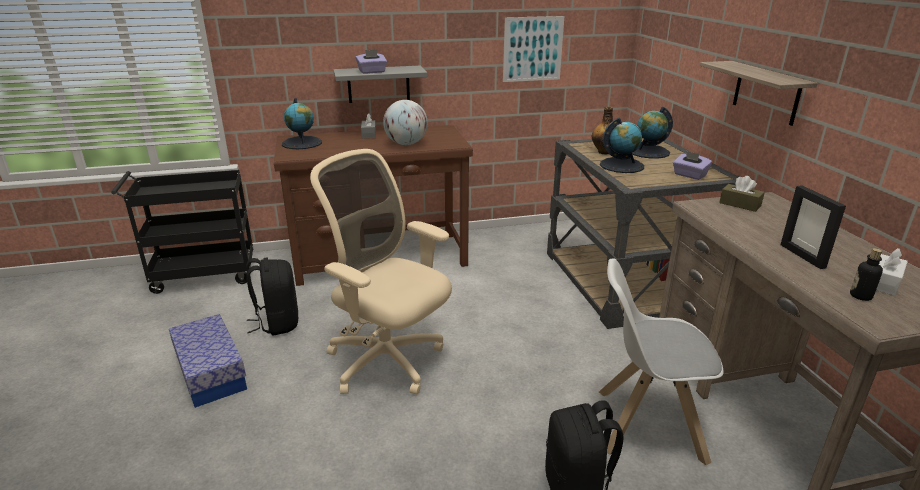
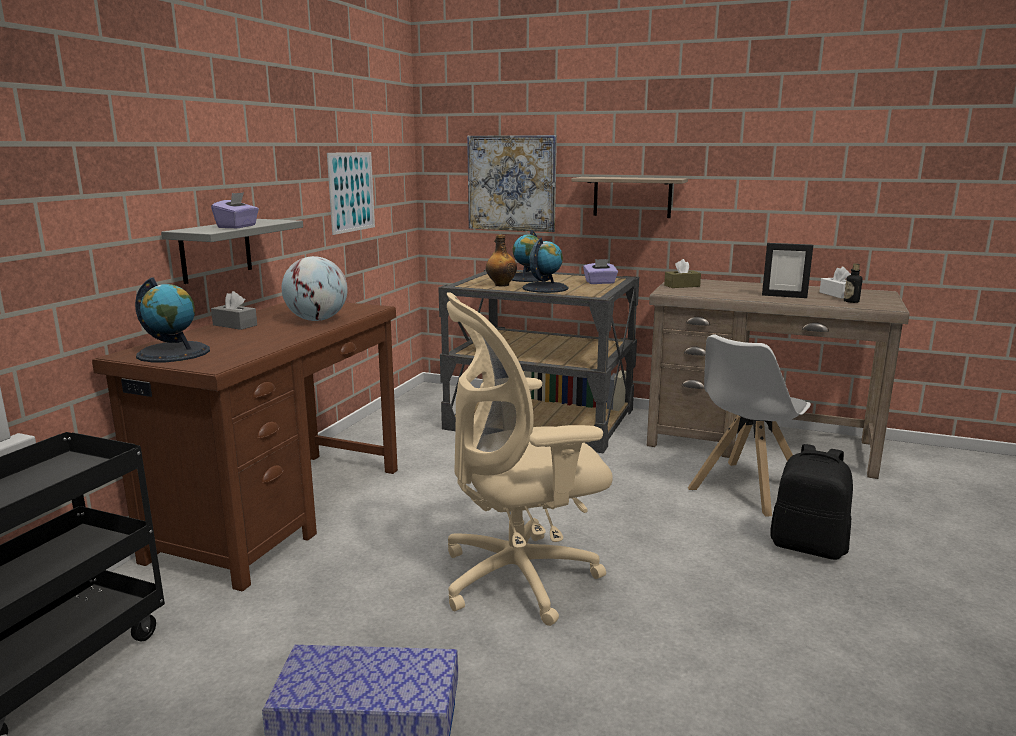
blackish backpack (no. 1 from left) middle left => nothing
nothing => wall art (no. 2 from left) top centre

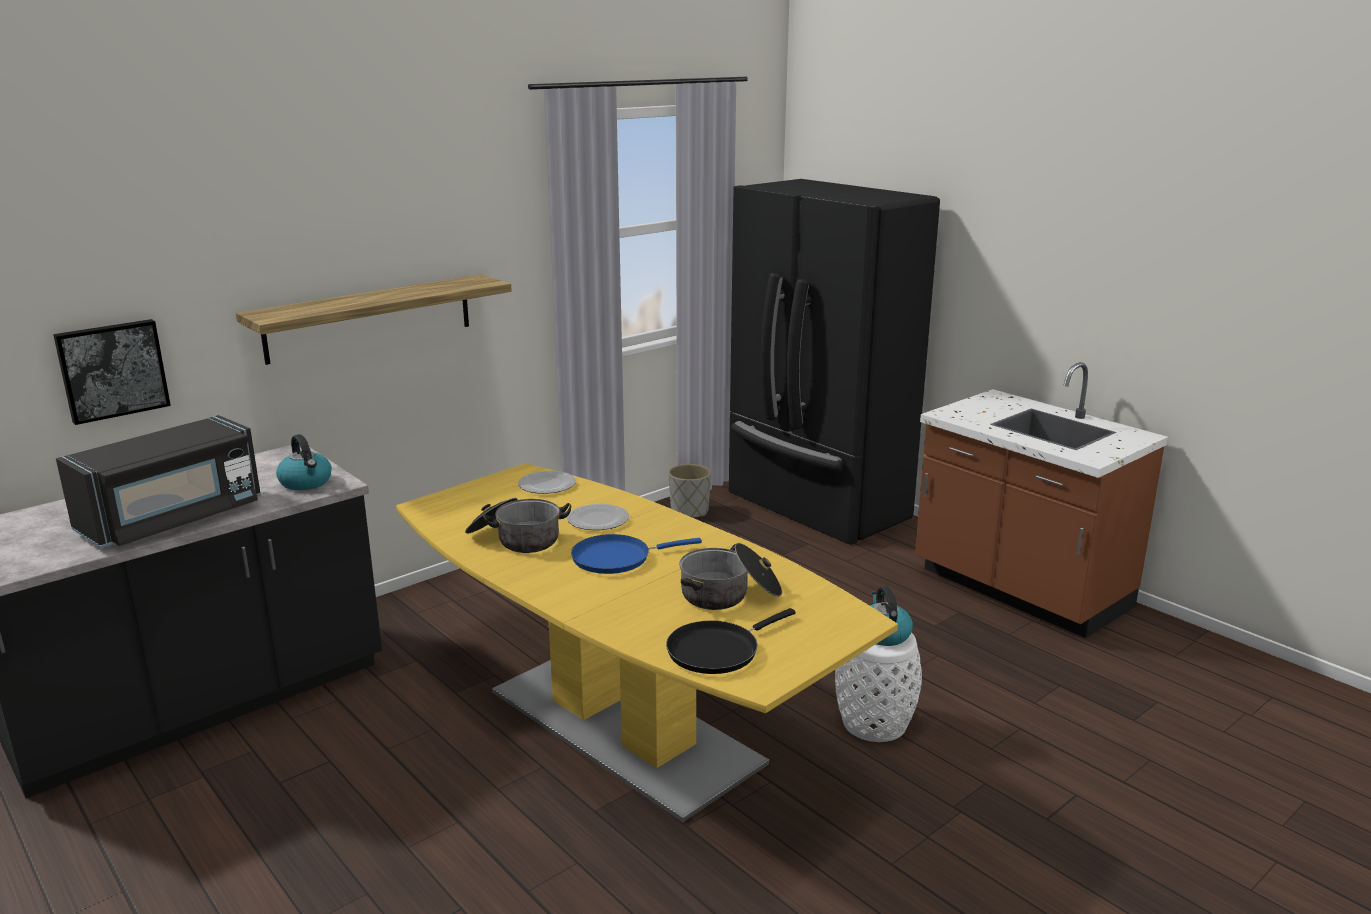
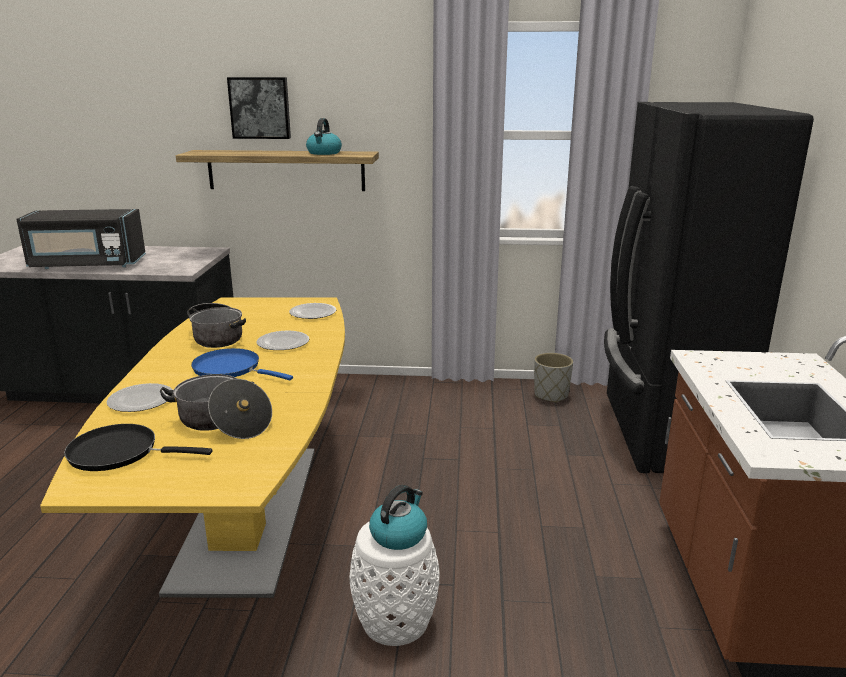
wall art middle left => wall art top left, shifted
tea kettle (no. 1 from left) middle left => tea kettle (no. 1 from left) top centre, shifted
nothing => plate (no. 1 from left) middle left

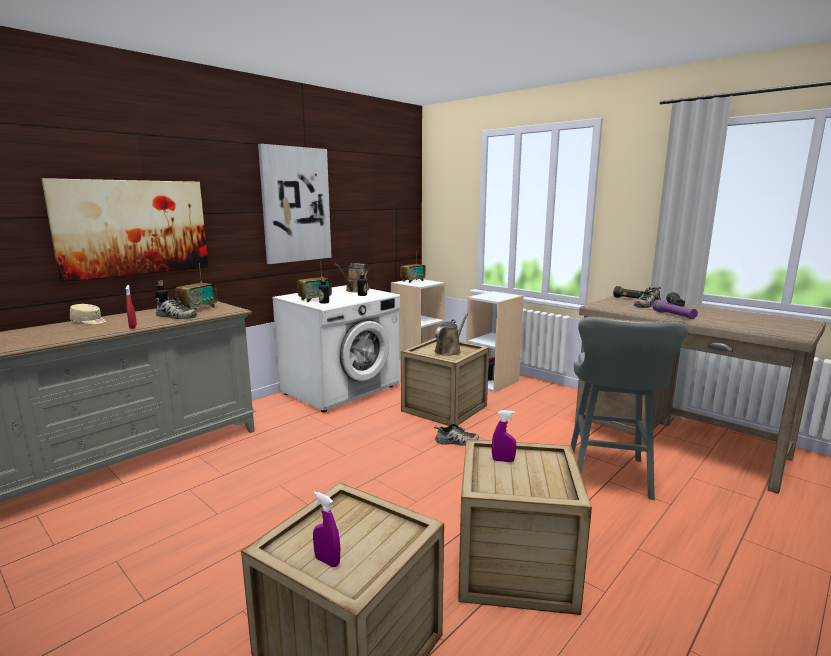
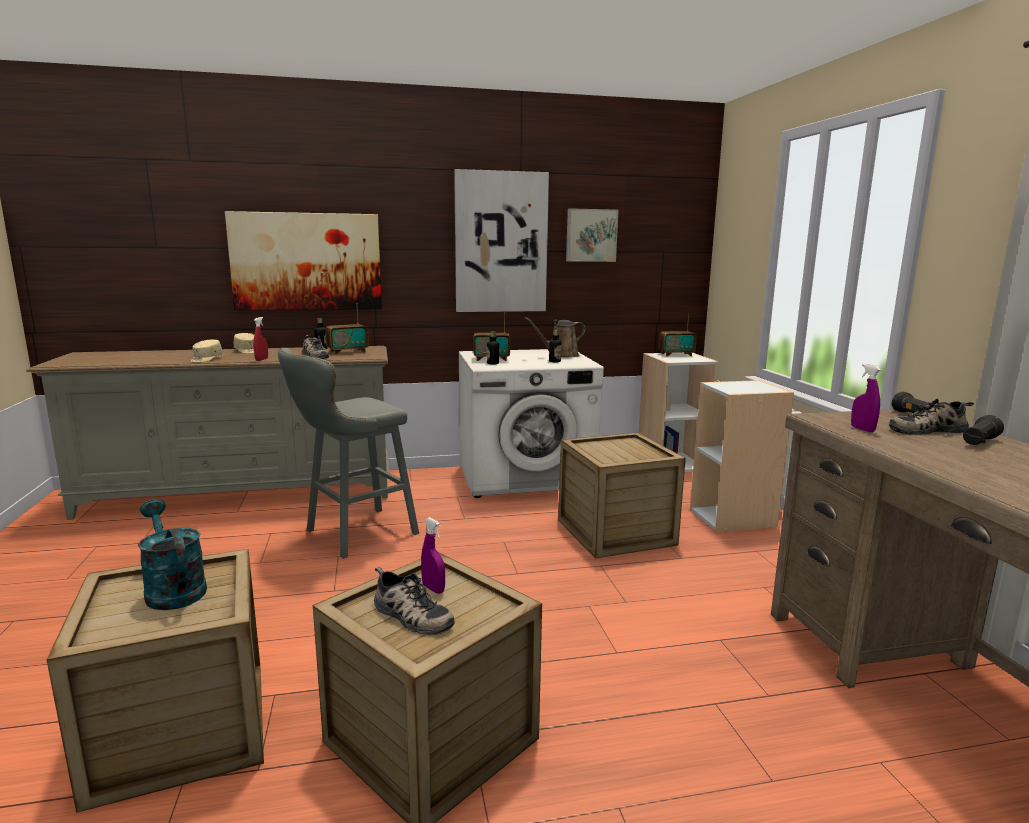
purple sprayer (no. 1 from left in the first image) bottom centre => purple sprayer (no. 2 from left) middle right, shifted
brown-coloured watering pot (no. 2 from left) centre => nothing
low shoe (no. 2 from left) centre => low shoe (no. 2 from left) bottom centre, shifted
gray stool middle right => gray stool centre, shifted
purple torch middle right => nothing
nothing => blue-green watering pot bottom left
nothing => sand-coloured cap (no. 1 from left) middle left
nothing => wall art (no. 3 from left) top centre

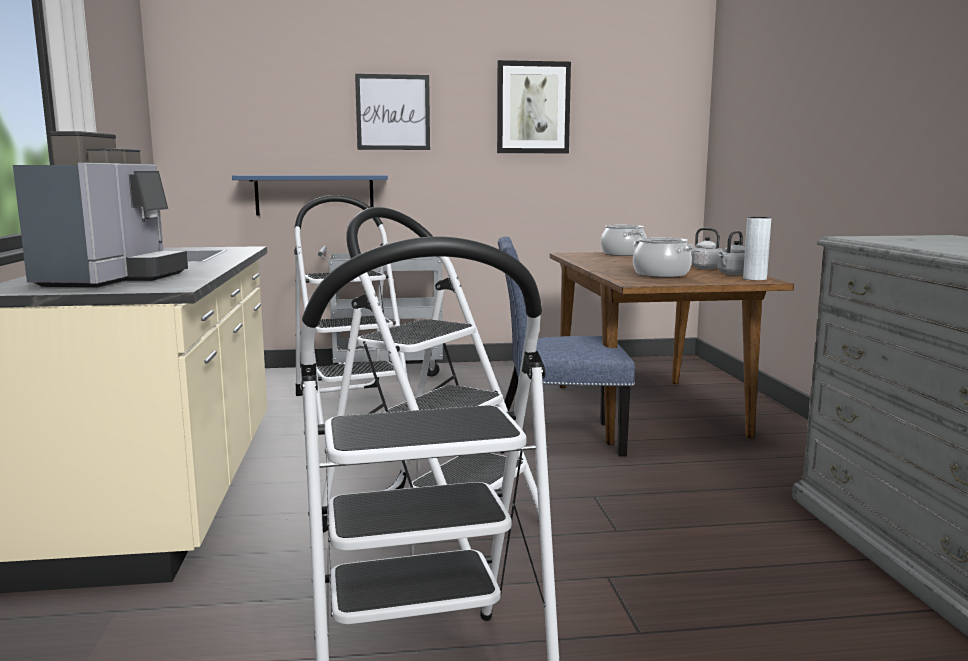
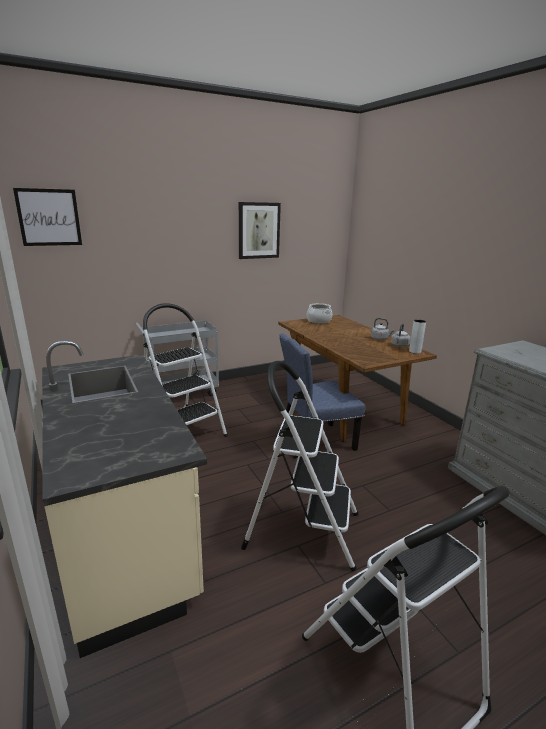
coffee maker top left => nothing
blue-coloured wall shelf top left => nothing
wall art (no. 1 from left) top centre => wall art (no. 1 from left) top left, shifted
cooking pot (no. 2 from left) middle right => nothing

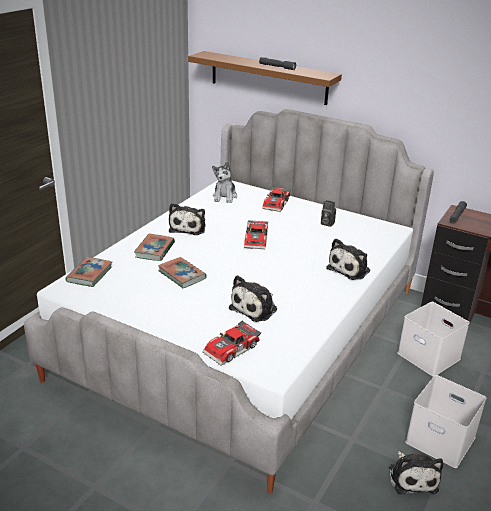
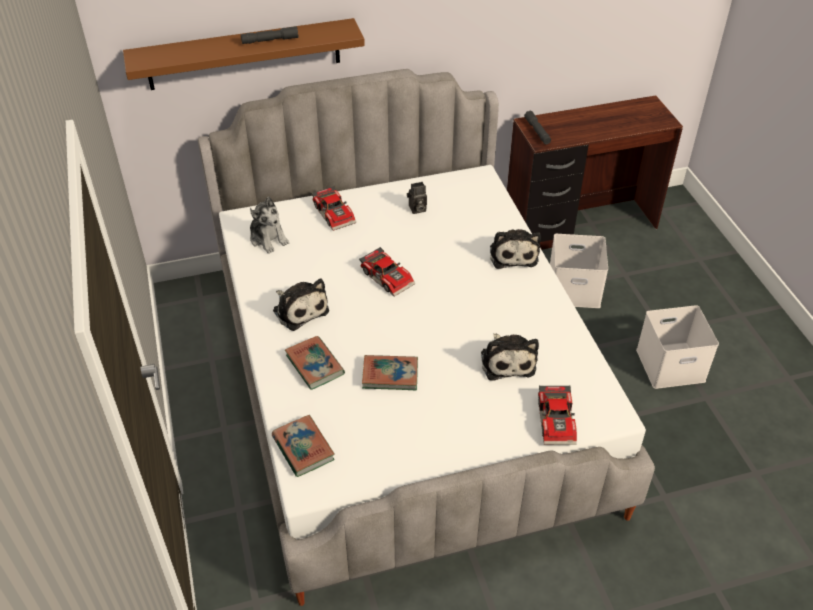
plush toy (no. 5 from left) bottom right => nothing

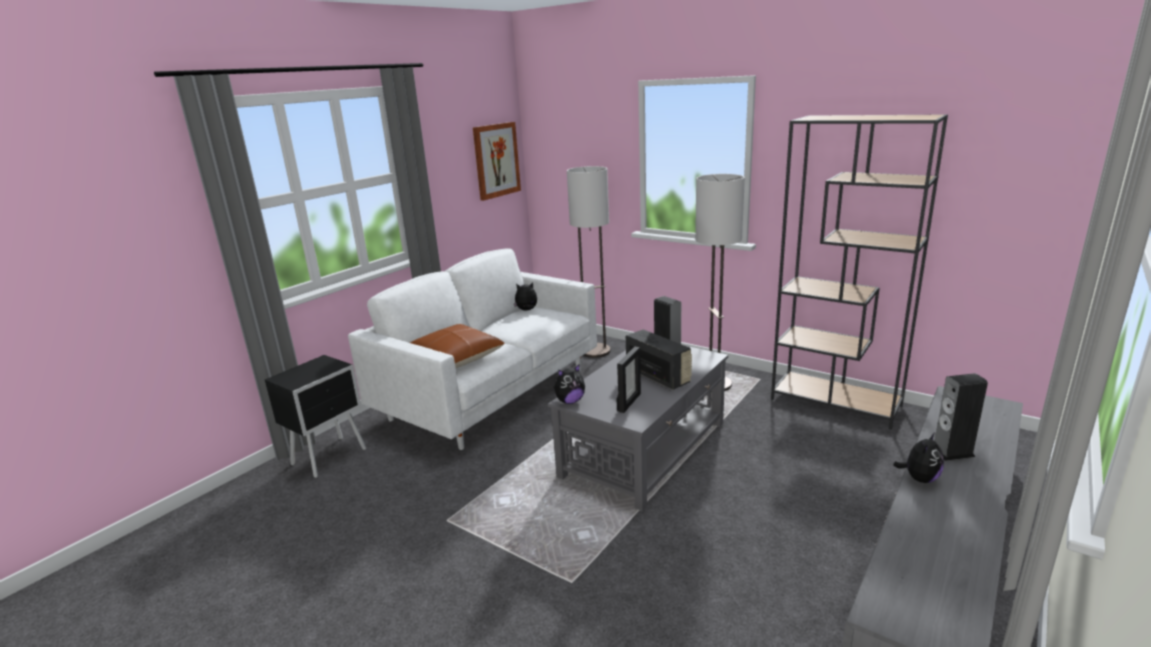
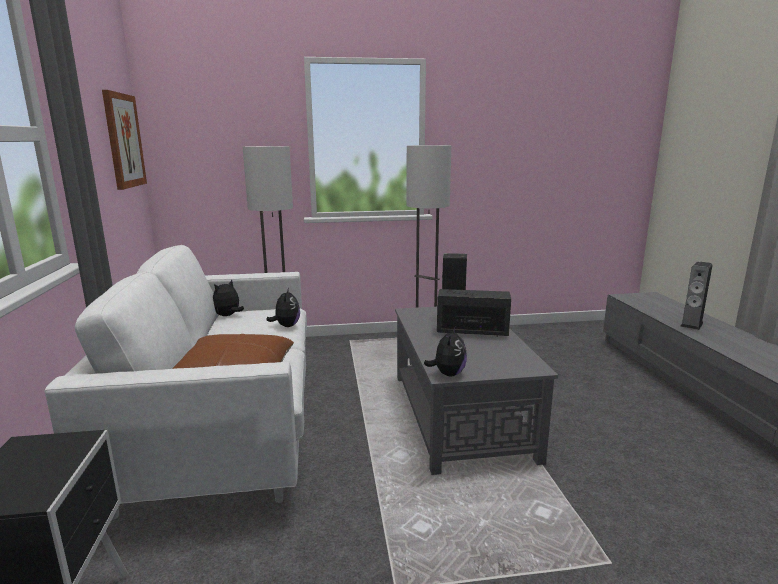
standing frame centre => nothing
shelving unit middle right => nothing
plush toy (no. 3 from left in the first image) bottom right => plush toy (no. 2 from left) centre, shifted

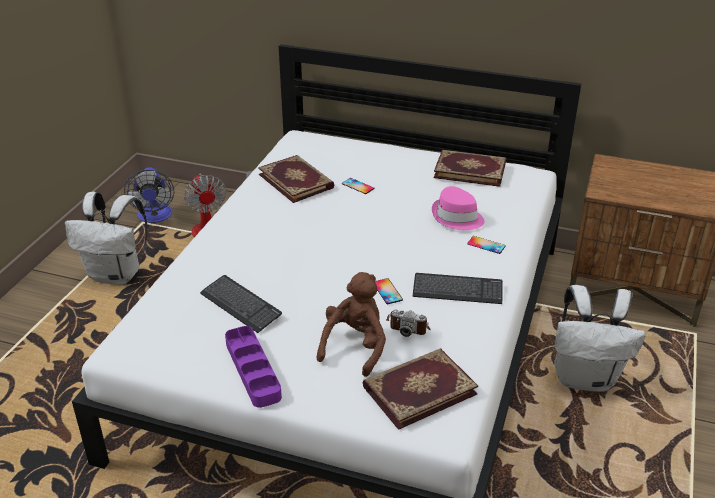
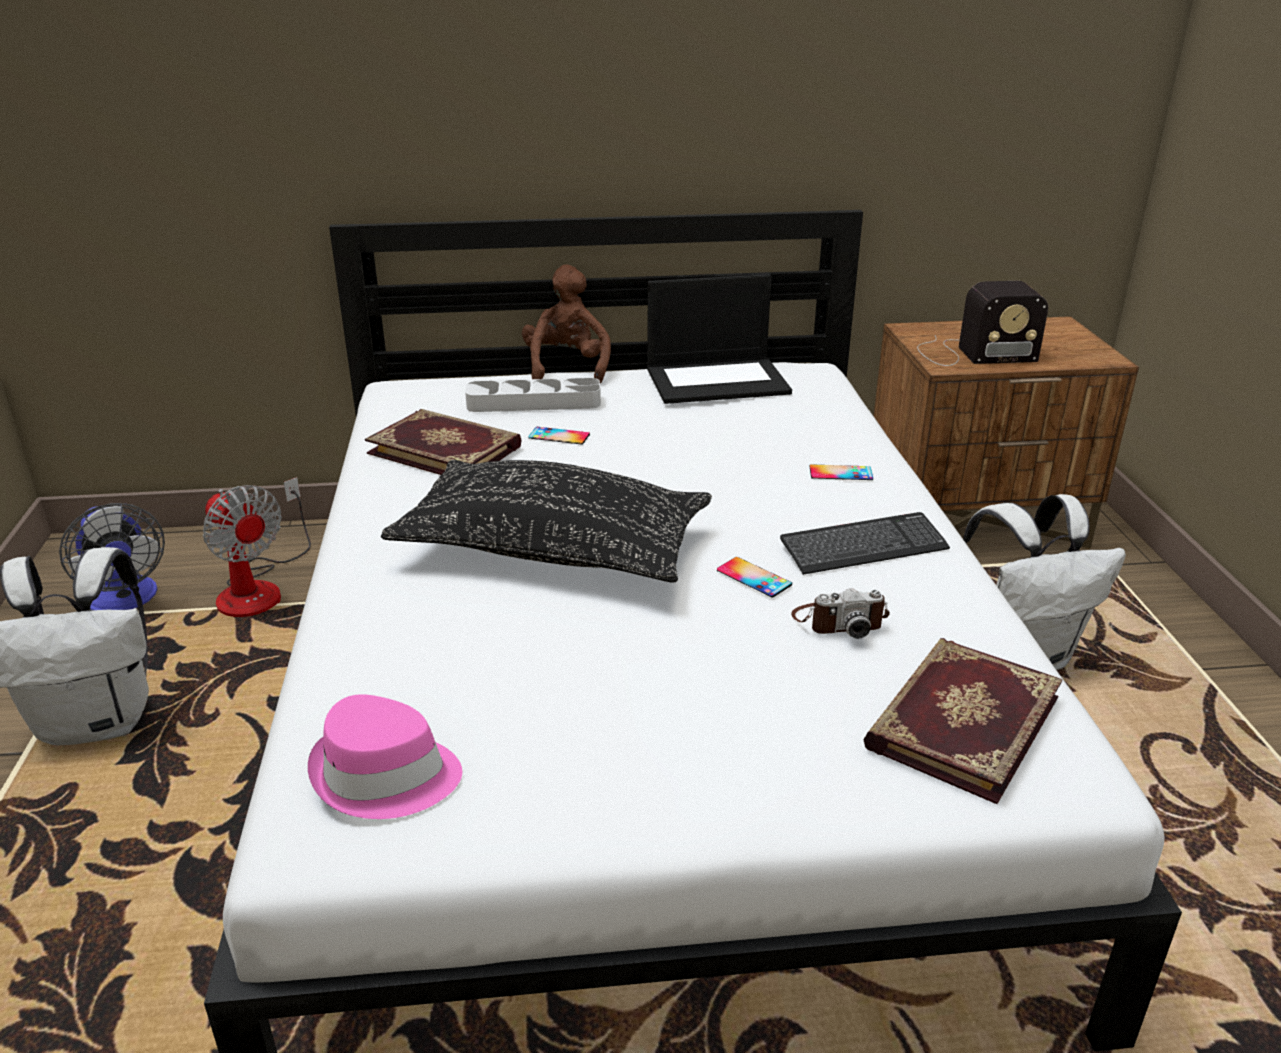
keyboard (no. 1 from left) centre => nothing
purple serving tray bottom centre => nothing
brown-coloured plush toy centre => brown-coloured plush toy top centre, shifted
pink clothing hat centre => pink clothing hat bottom left, shifted
volume (no. 3 from left) centre => portable computer top centre
nothing => blackish cushion centre
nothing => gray serving tray centre
nothing => radio top right

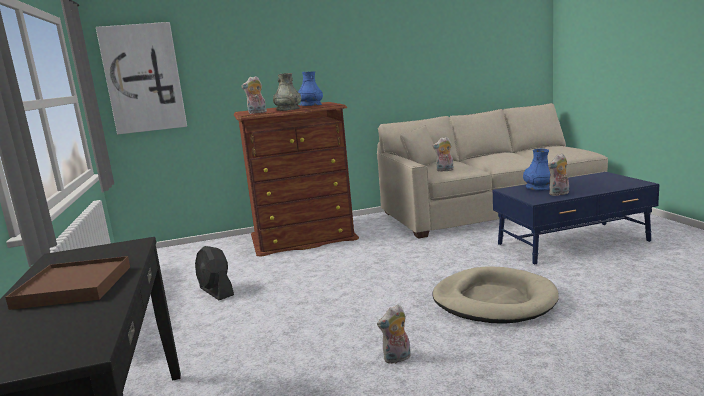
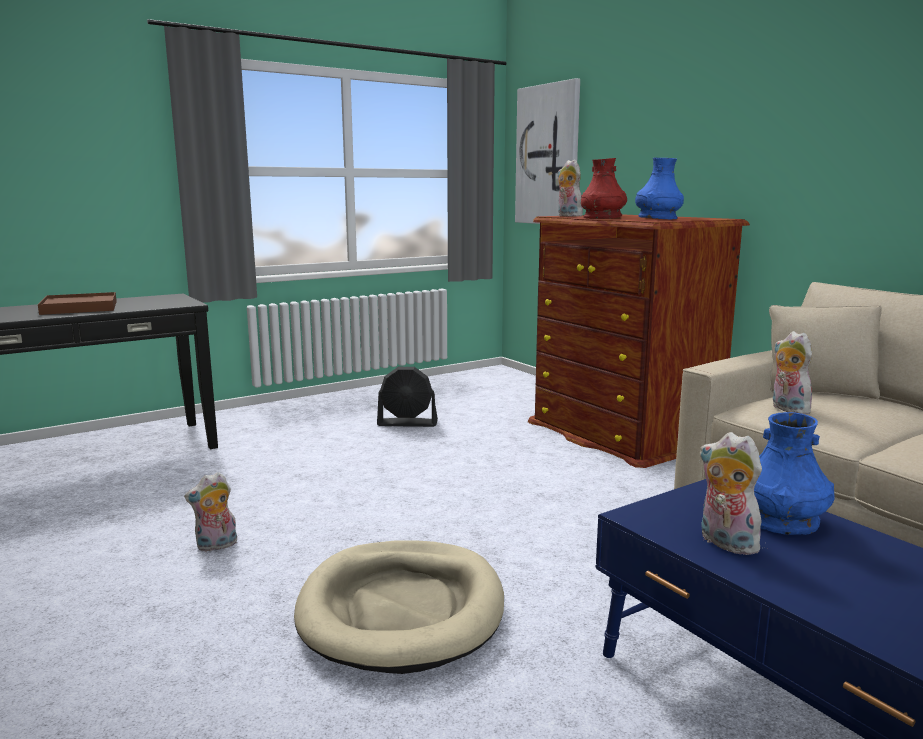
blackish fan bottom left => blackish fan centre, 120 degrees counterclockwise
gray vase top centre => red-coloured vase top centre
plush toy (no. 2 from left in the first image) bottom centre => plush toy (no. 1 from left) bottom left, 75 degrees counterclockwise

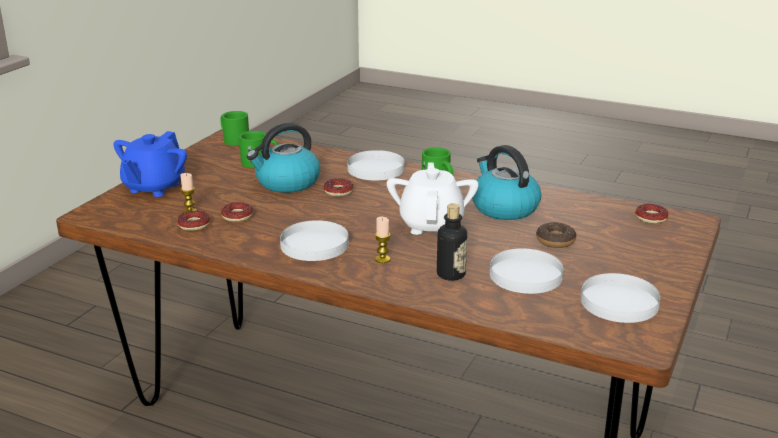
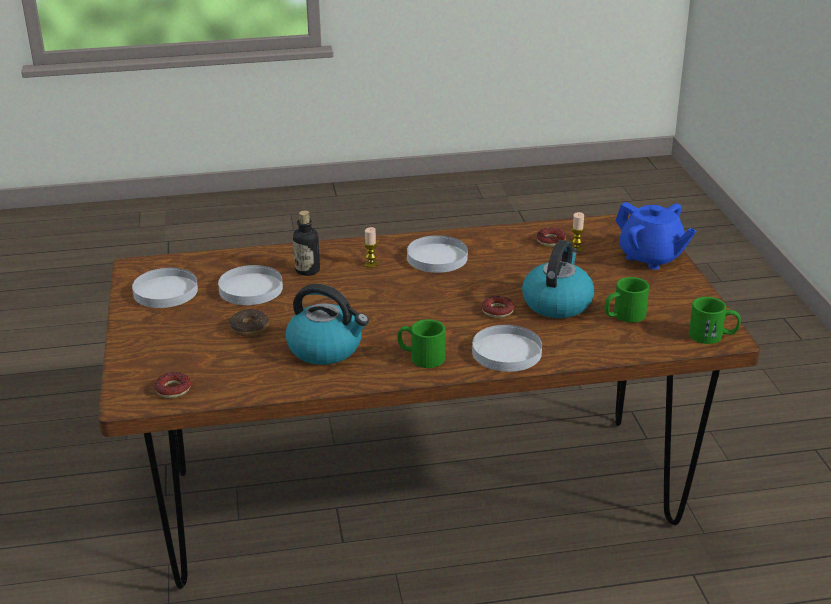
blue-coloured teapot middle left => blue-coloured teapot middle right, 150 degrees clockwise
ring doughnut (no. 2 from left) middle left => nothing
white-coloured teapot centre => nothing

